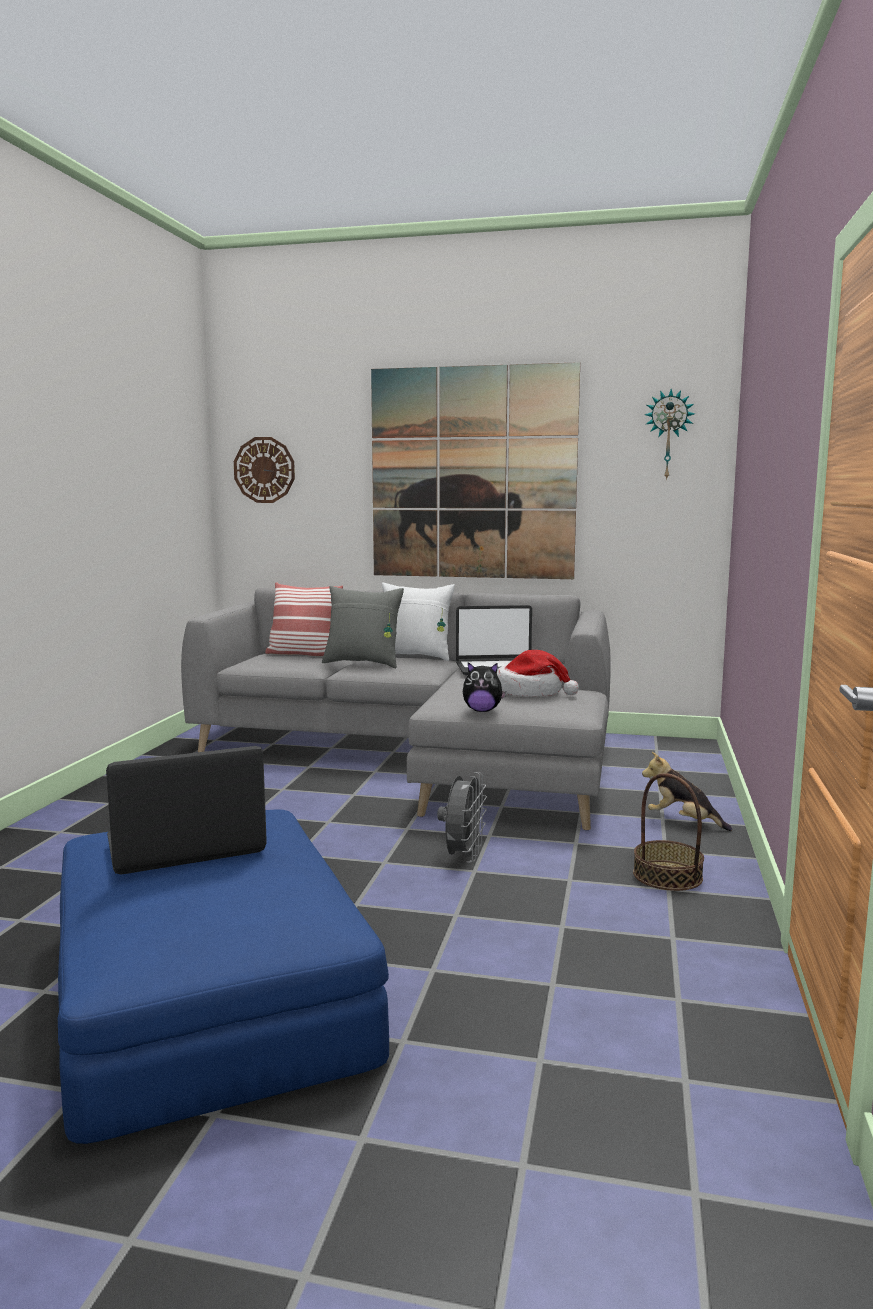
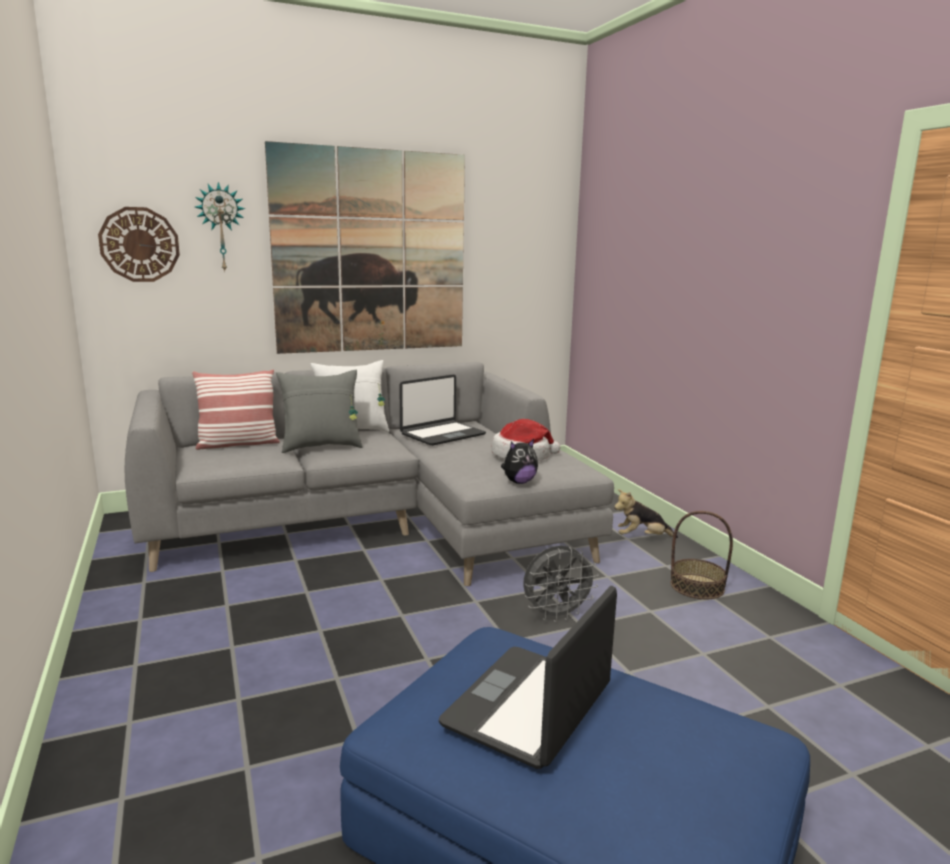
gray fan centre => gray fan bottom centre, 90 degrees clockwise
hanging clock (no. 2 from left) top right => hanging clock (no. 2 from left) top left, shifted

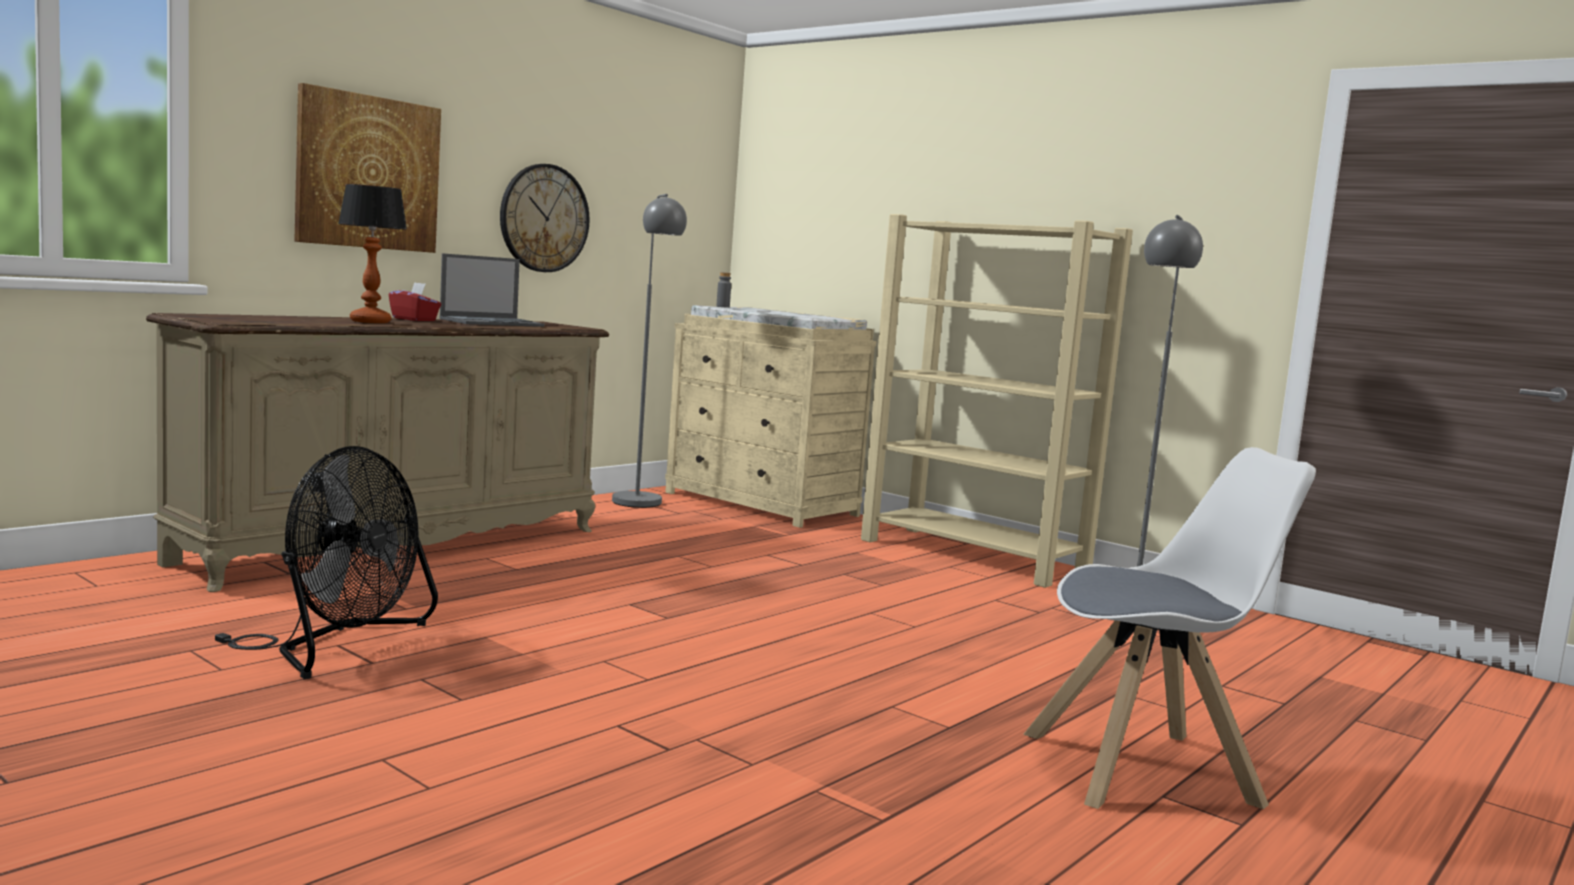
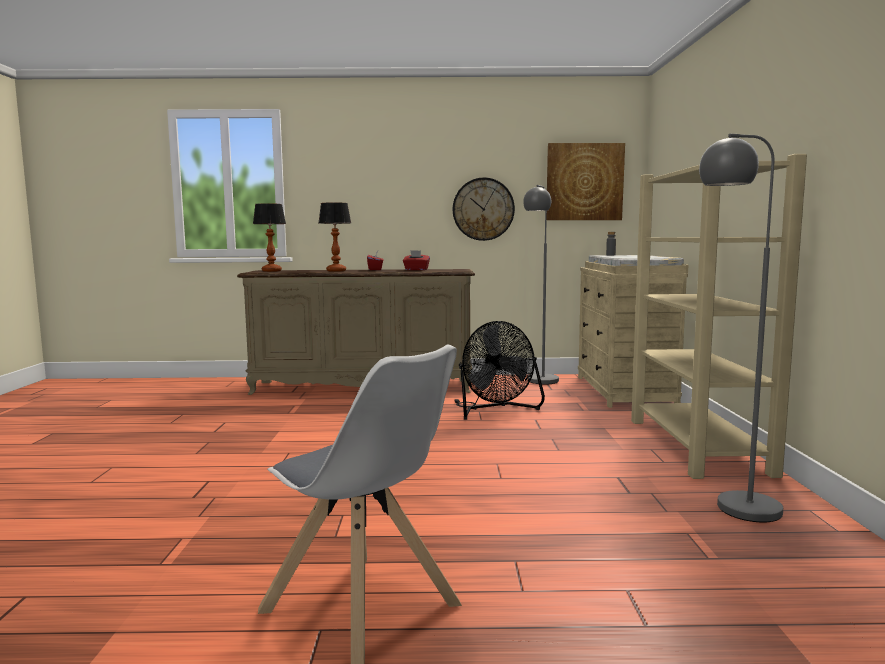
blackish fan middle left => blackish fan centre, shifted
wall art top left => wall art top centre, shifted
portable computer top left => red-coloured box of tissues (no. 2 from left) centre
nothing => tabletop lamp (no. 1 from left) middle left

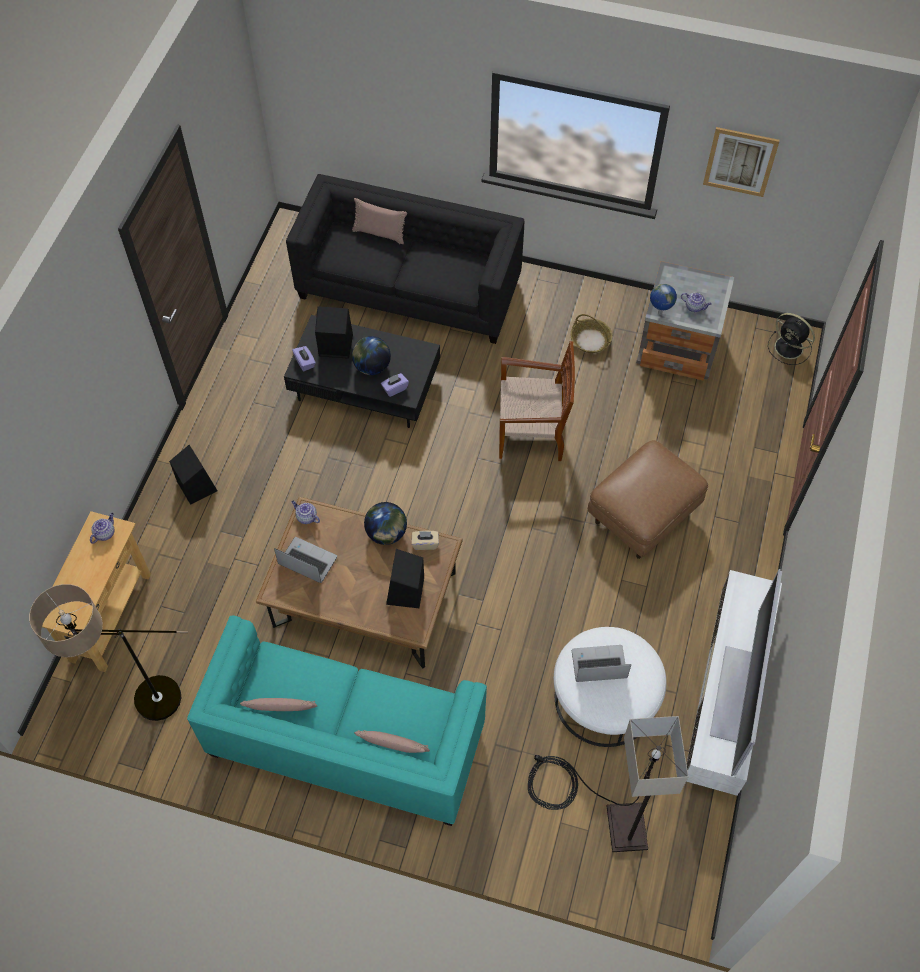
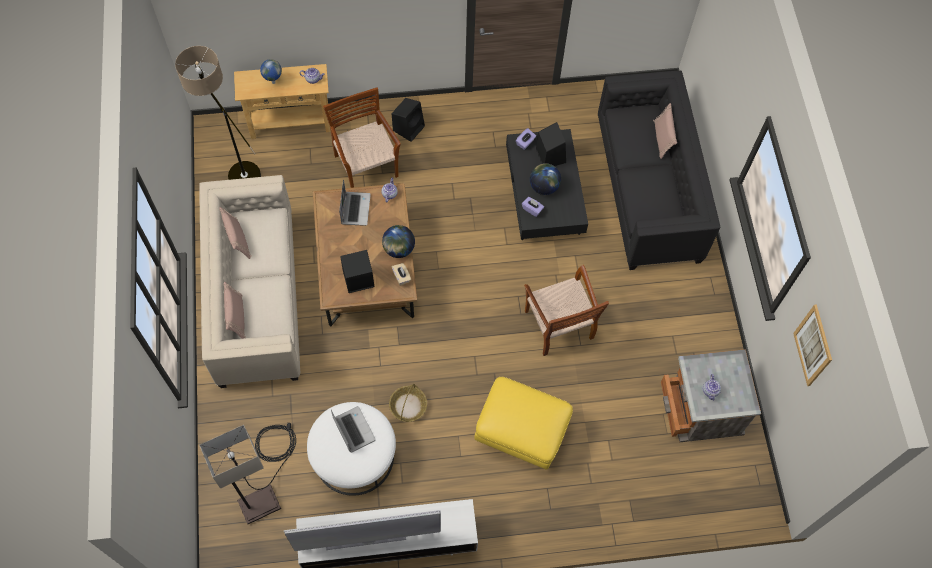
blue-green settee bottom centre => sand-coloured settee middle left
basket centre => basket bottom centre, shifted
brown-coloured pouffe middle right => yellowish pouffe bottom centre
world globe (no. 3 from left in the first image) top right => world globe (no. 1 from left) top left, shifted
blackish fan middle right => nothing
nothing => brown-coloured easy chair (no. 1 from left) top centre

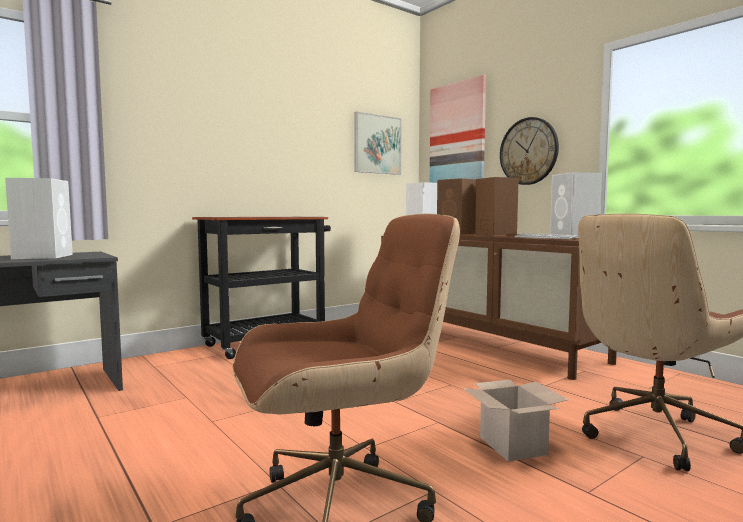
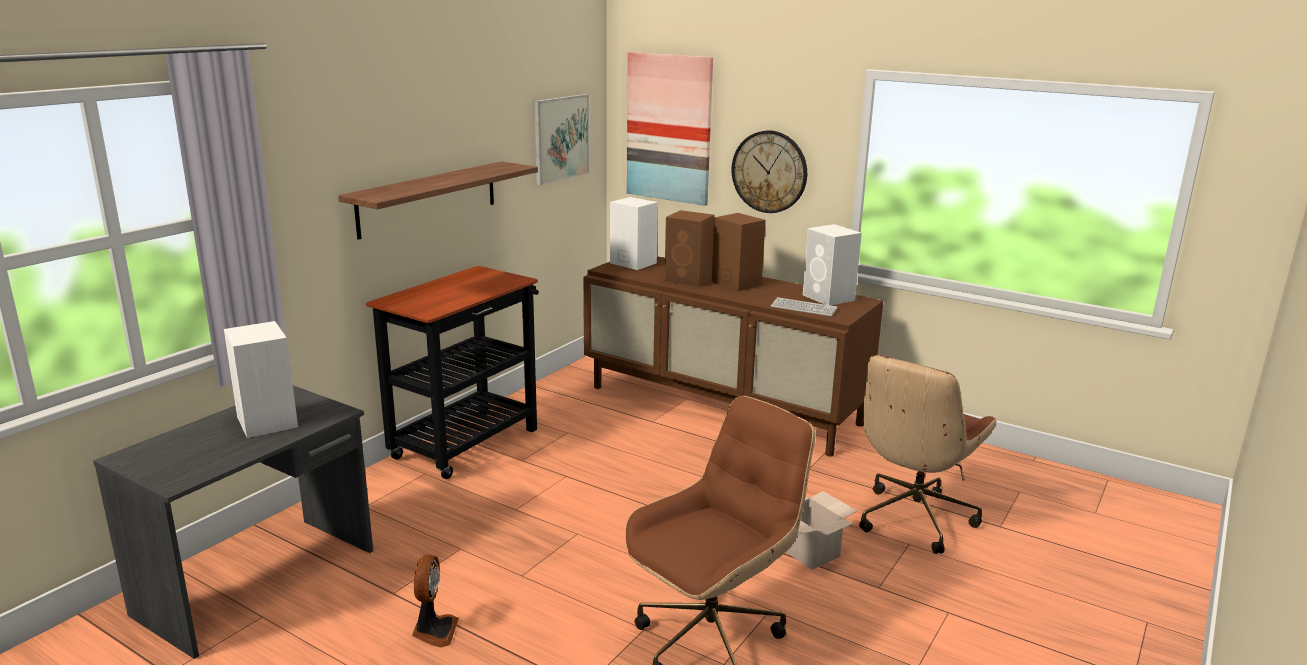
nothing => wall shelf top centre
nothing => fan bottom left

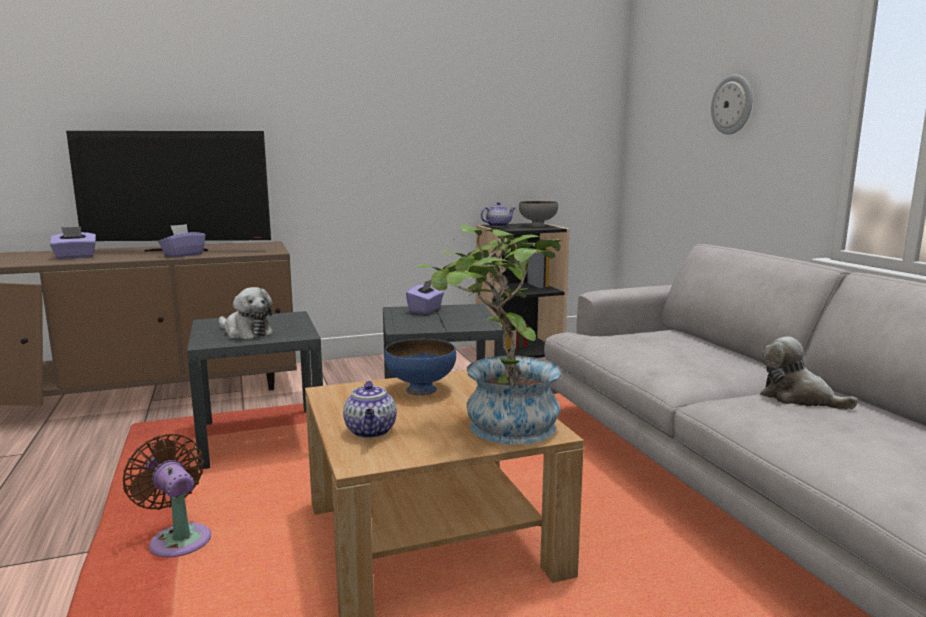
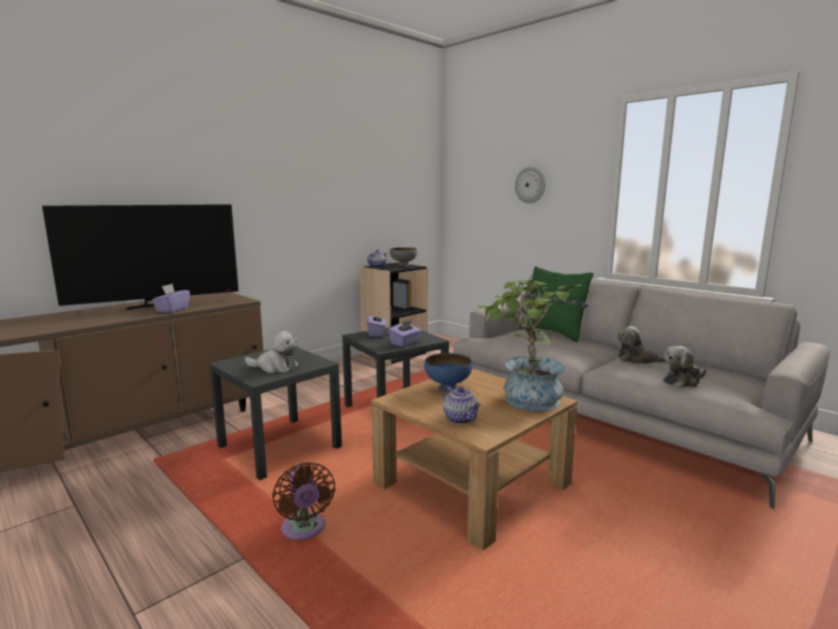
purple box of tissues (no. 1 from left in the first image) middle left => purple box of tissues (no. 3 from left) centre, shifted
brown-coloured fan bottom left => brown-coloured fan bottom centre, 135 degrees counterclockwise
nothing => greenish cushion centre
nothing => plush toy (no. 3 from left) middle right

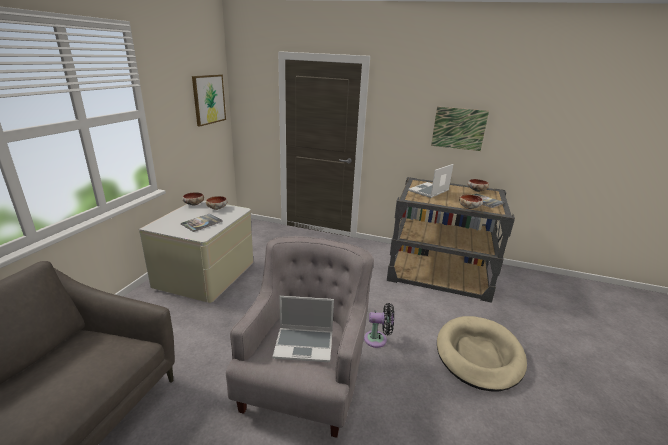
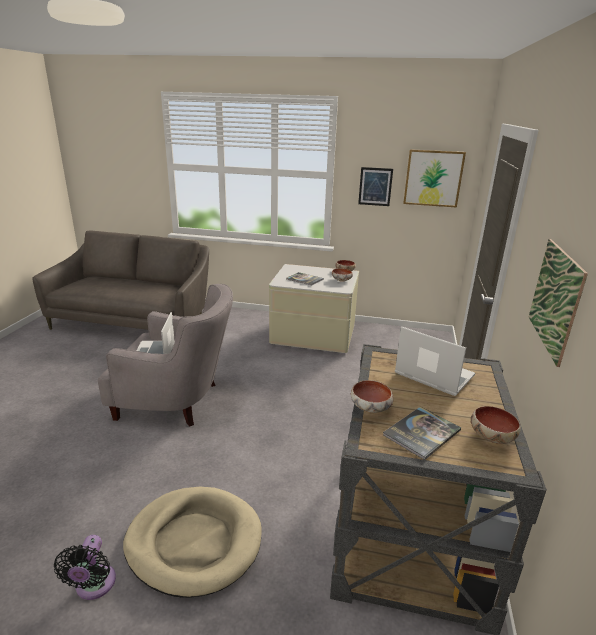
blackish fan bottom centre => blackish fan bottom left, shifted
nothing => wall art (no. 1 from left) top centre

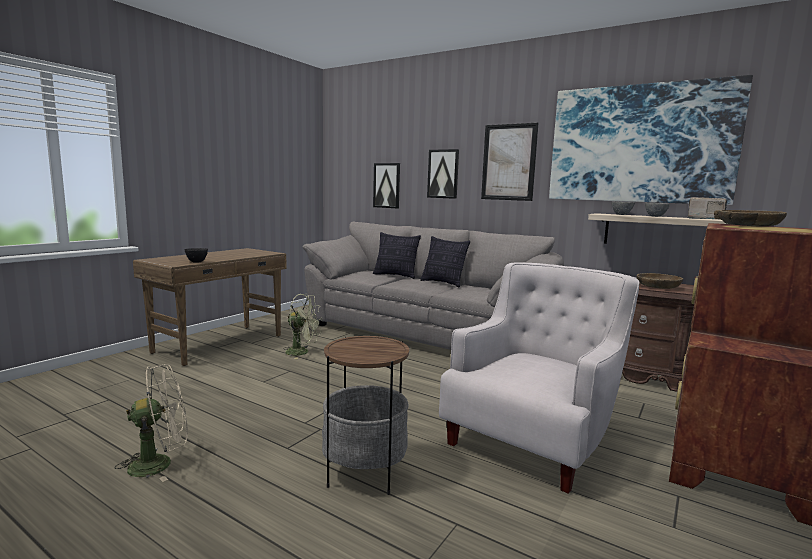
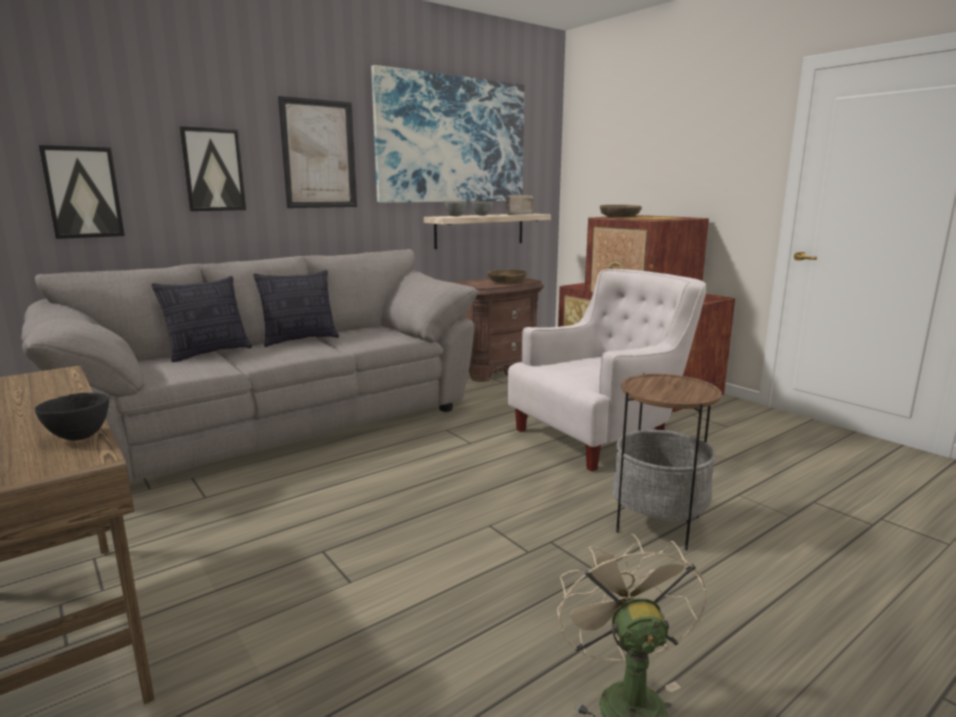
greenish fan centre => nothing
white-coloured easy chair bottom centre => white-coloured easy chair centre, 90 degrees clockwise

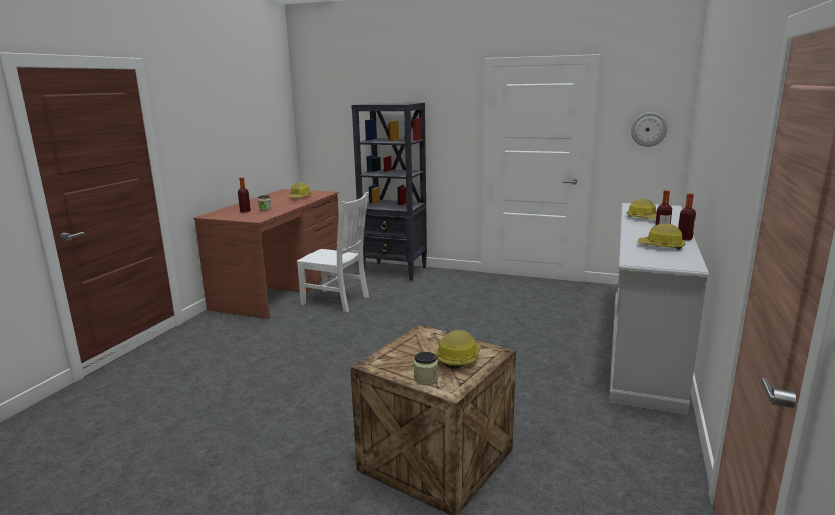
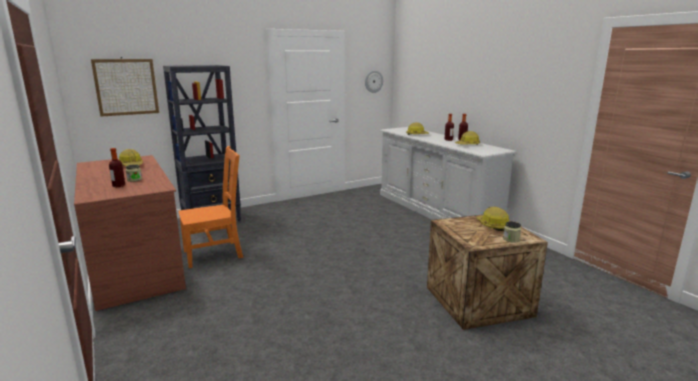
white-coloured plain chair centre => orangey plain chair middle left
nothing => wall art top left

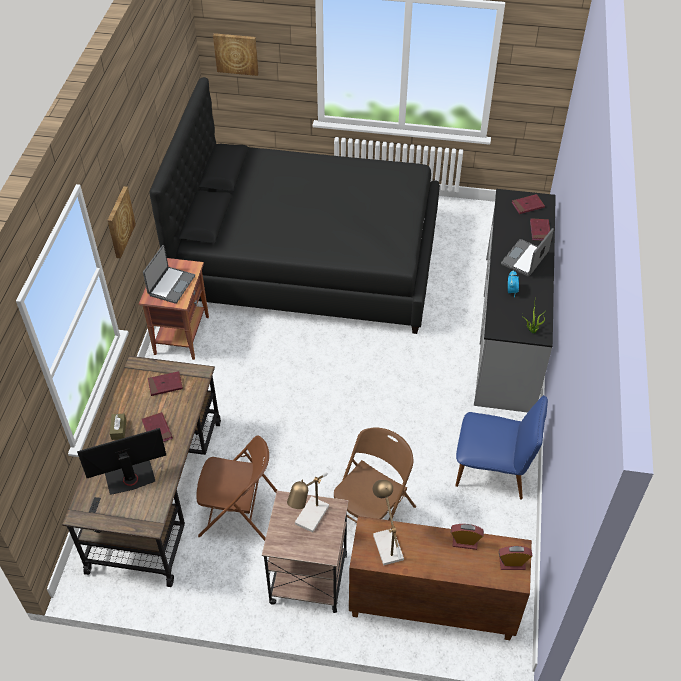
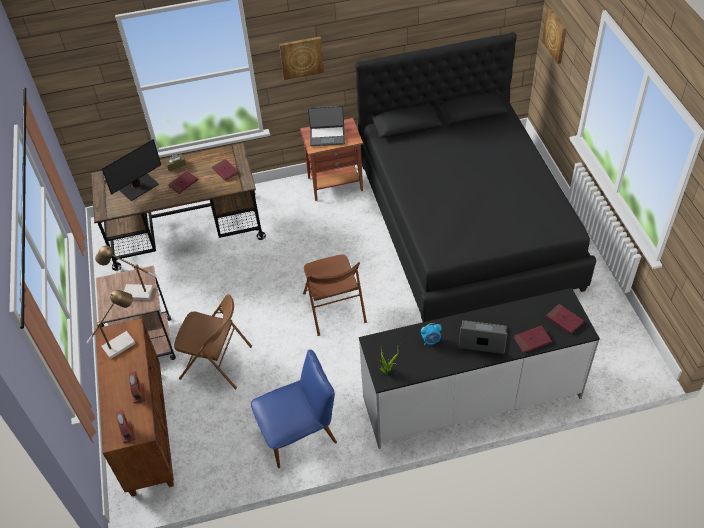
computer display bottom left => computer display top left, 90 degrees clockwise
brown-coloured plain chair (no. 1 from left in the first image) bottom centre => brown-coloured plain chair (no. 2 from left) centre, shifted
blue-coloured plain chair middle right => blue-coloured plain chair bottom centre, 105 degrees counterclockwise

